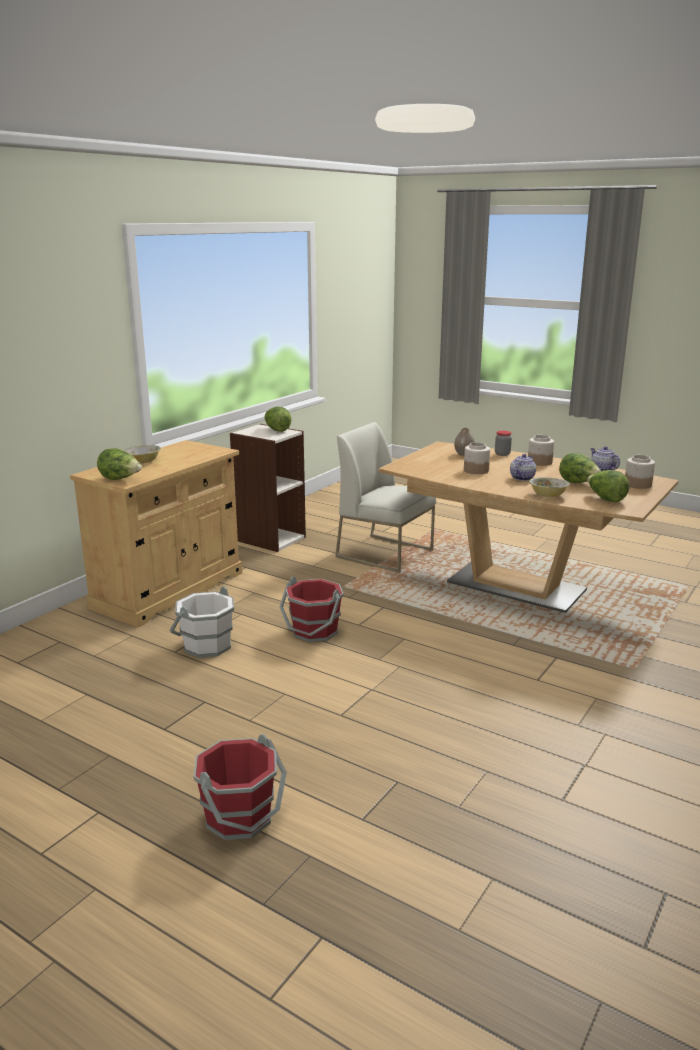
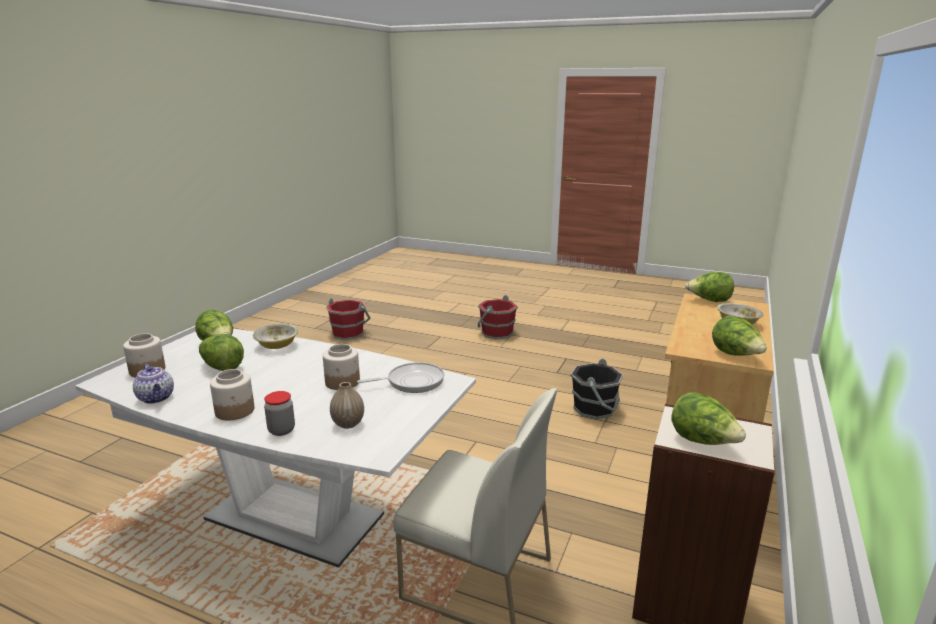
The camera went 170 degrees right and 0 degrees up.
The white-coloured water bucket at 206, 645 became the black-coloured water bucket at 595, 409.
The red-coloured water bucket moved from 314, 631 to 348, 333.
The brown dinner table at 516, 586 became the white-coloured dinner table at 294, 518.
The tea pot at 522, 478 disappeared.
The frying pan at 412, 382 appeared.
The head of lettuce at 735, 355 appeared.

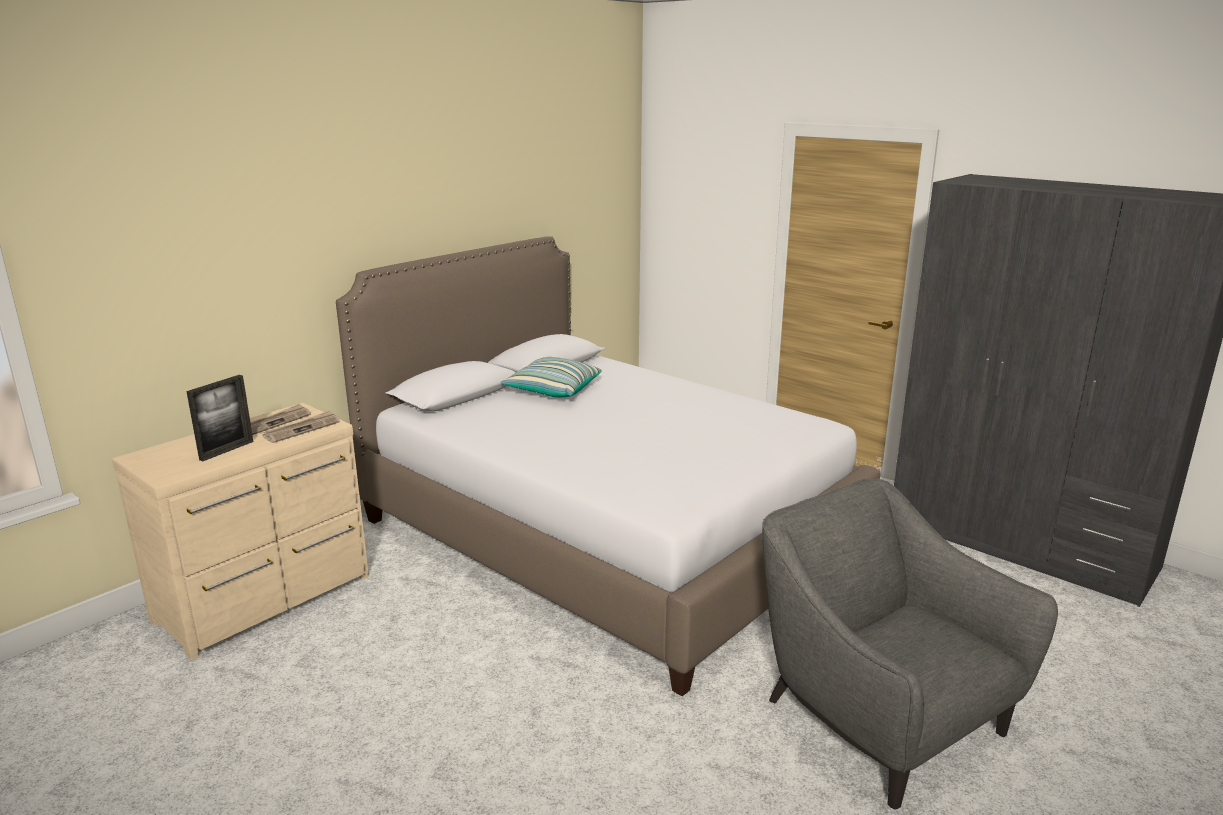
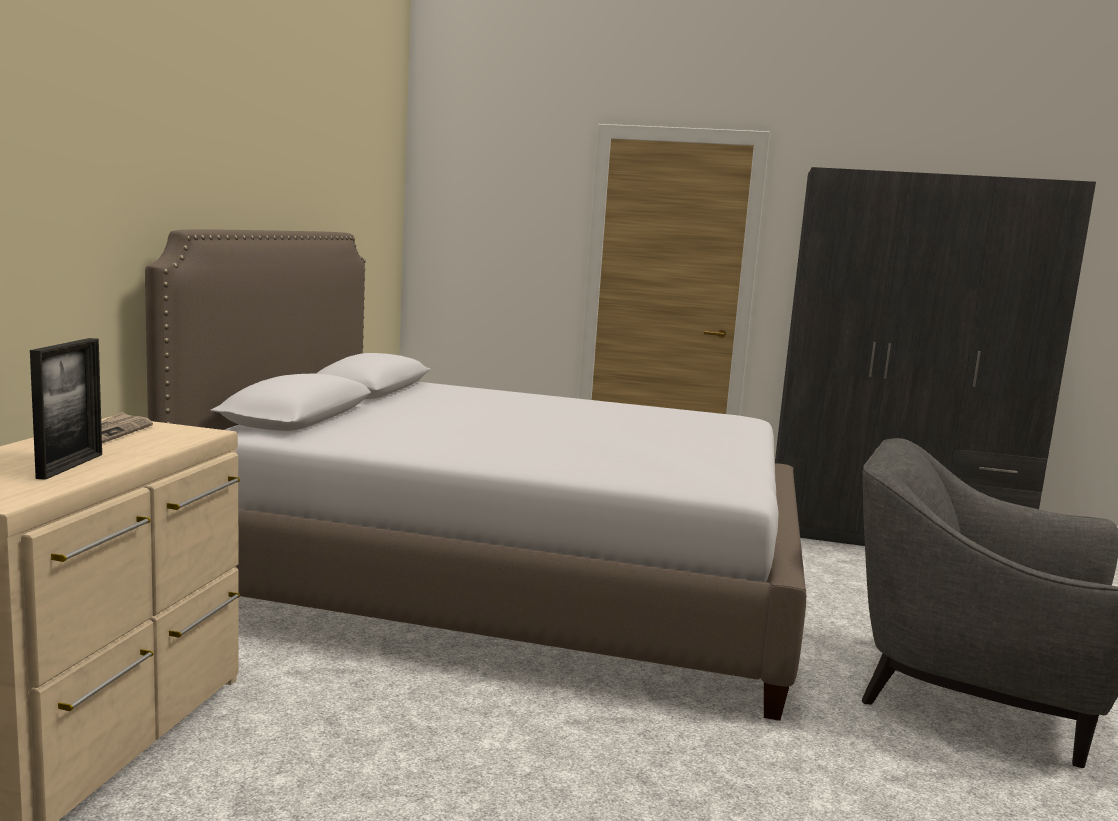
The camera went 30 degrees left and 10 degrees down.
The newspaper at 302, 429 disappeared.
The throw pillow at 552, 391 disappeared.

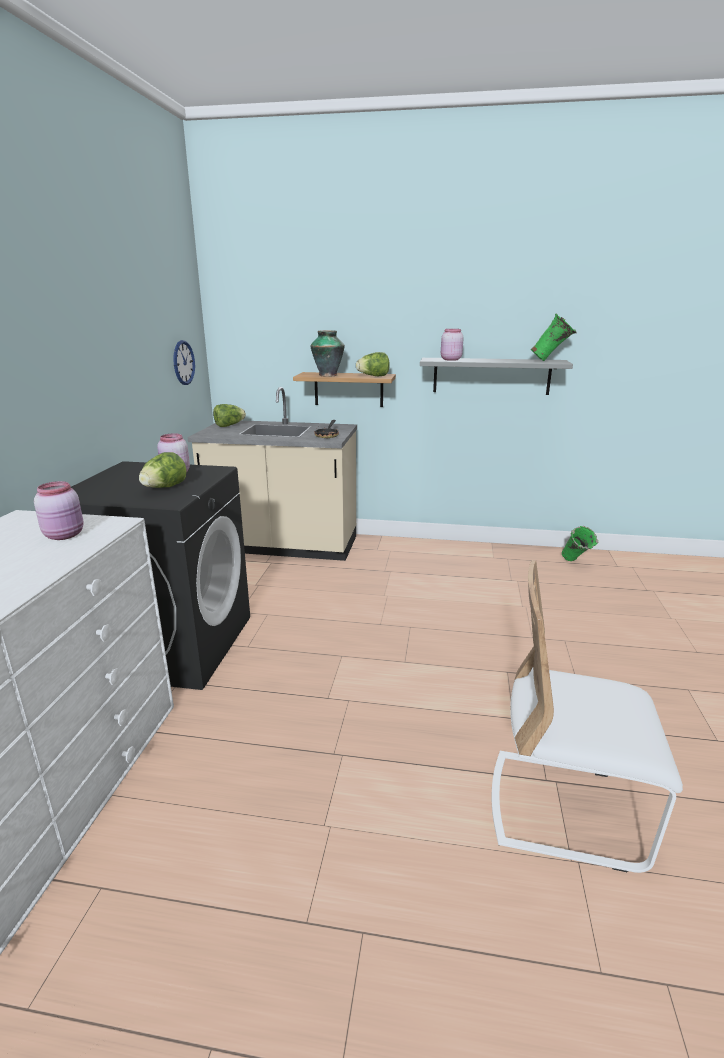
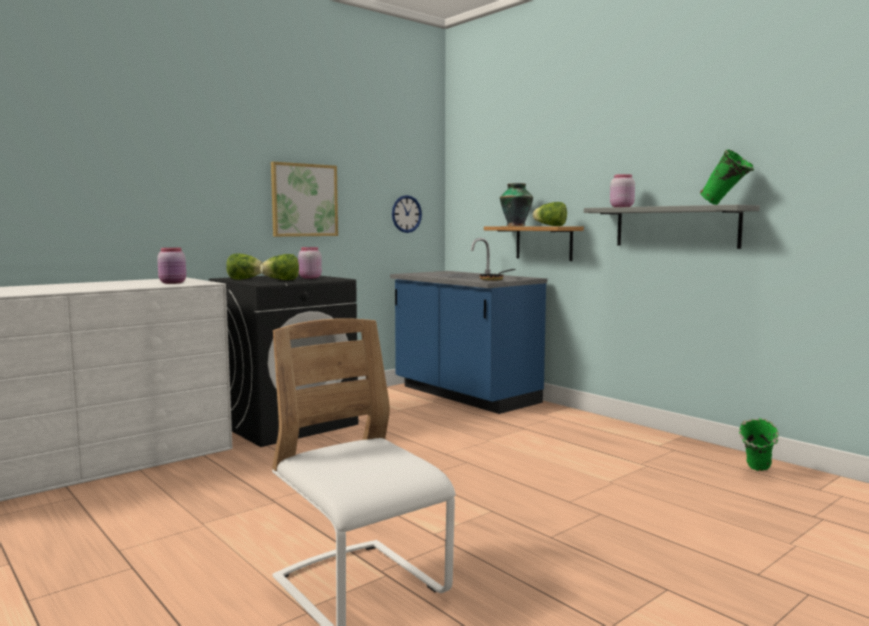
The camera went 40 degrees right and 15 degrees down.
The sand-coloured kitchen base unit at 283, 546 became the blue kitchen base unit at 464, 395.
The head of lettuce moved from 229, 425 to 245, 279.
The wall picture at 304, 200 appeared.

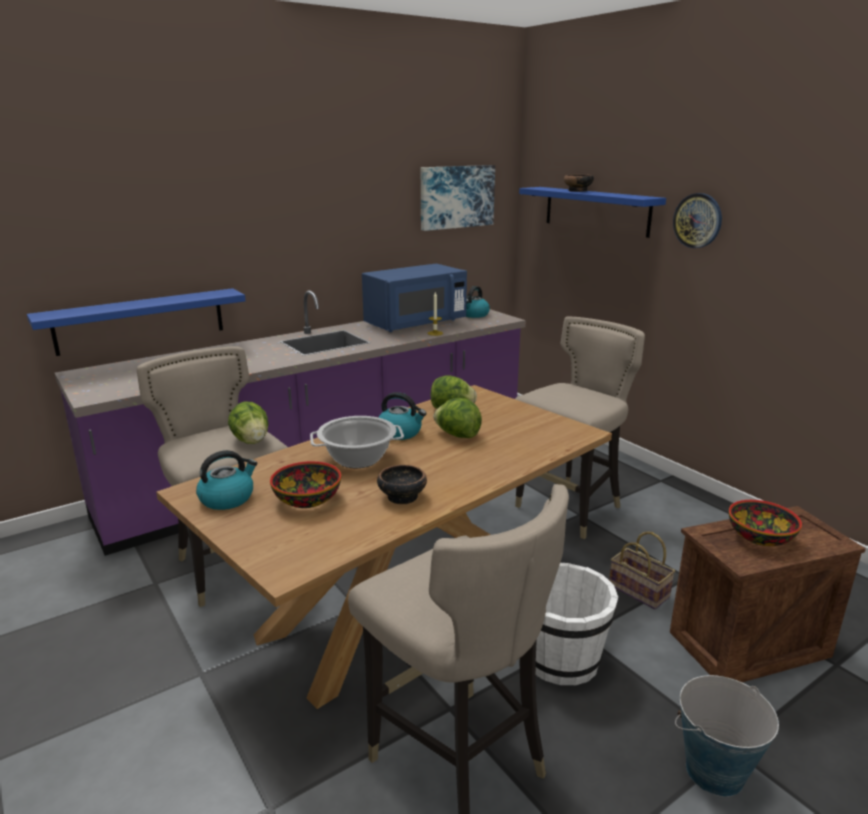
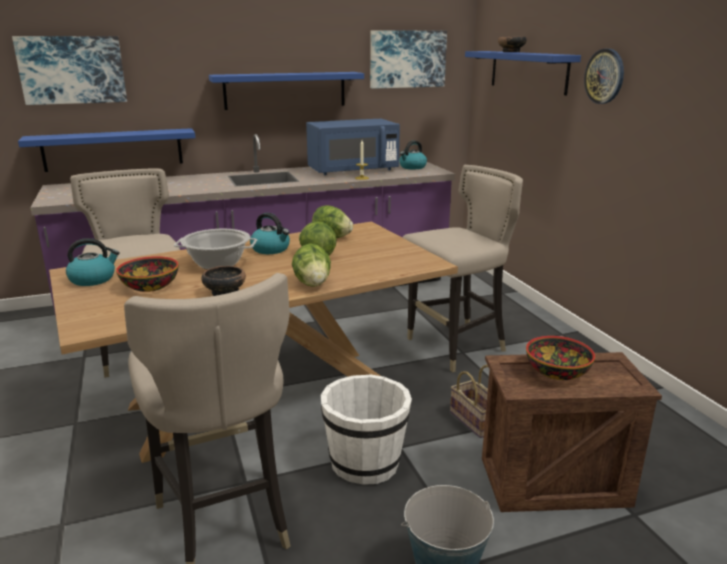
The camera went 15 degrees right and 0 degrees up.
The head of lettuce moved from 251, 441 to 312, 284.
The wall picture at 72, 70 appeared.
The blue bracket shelf at 285, 90 appeared.

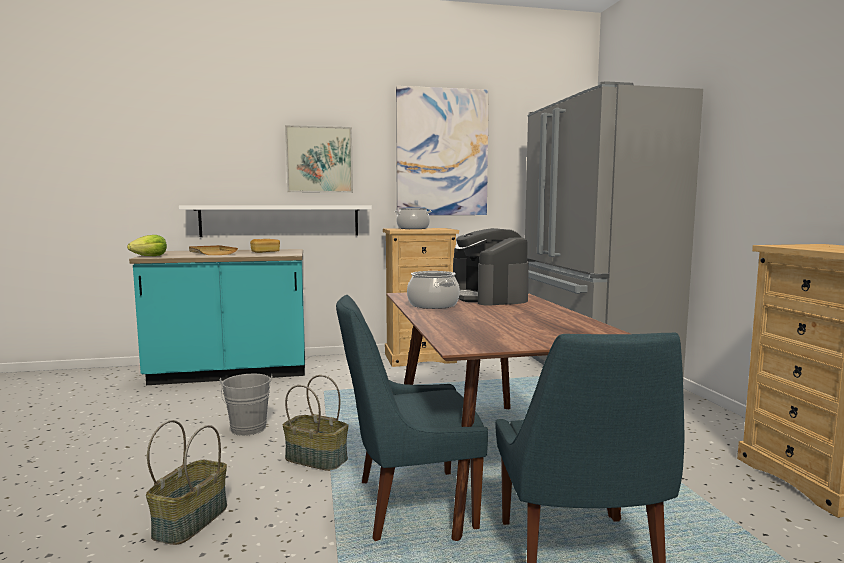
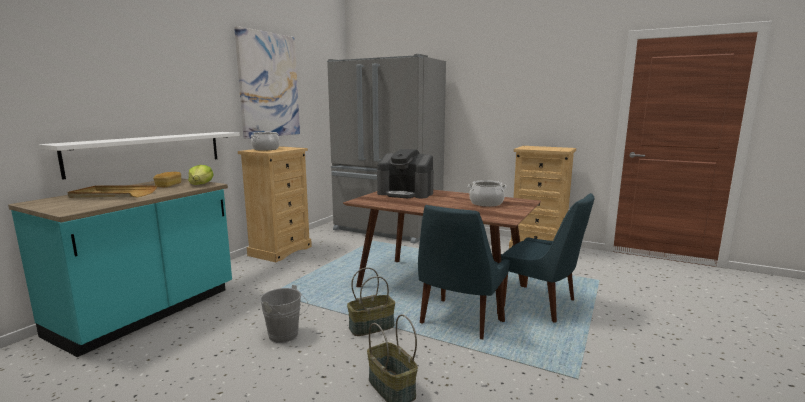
The camera went 50 degrees left and 5 degrees up.
The head of lettuce moved from 149, 256 to 201, 184.
The wall picture at 319, 159 disappeared.
The stockpot moved from 433, 305 to 486, 203.

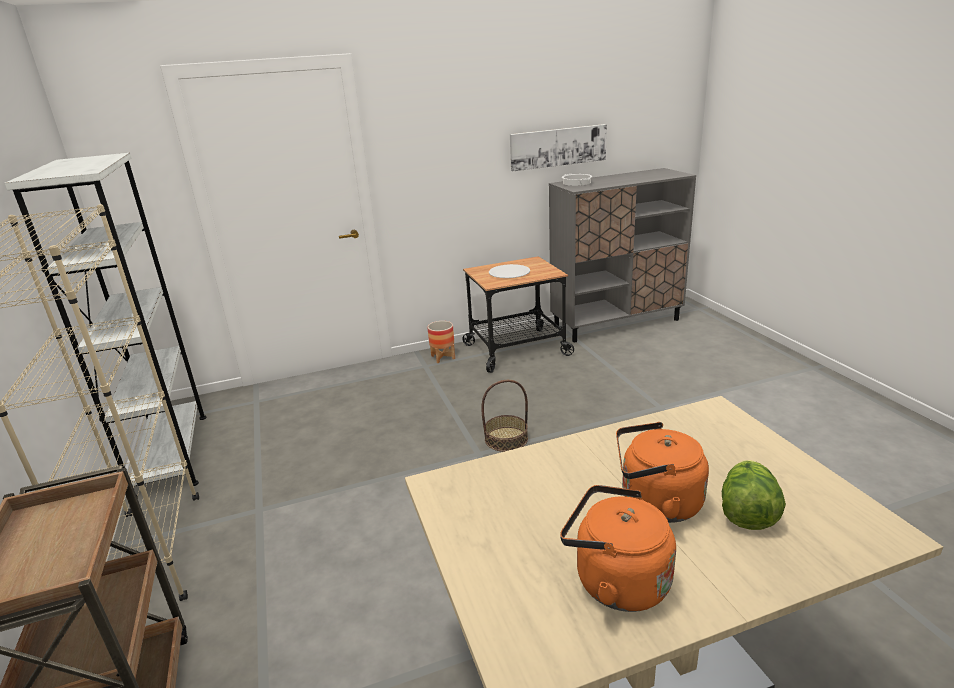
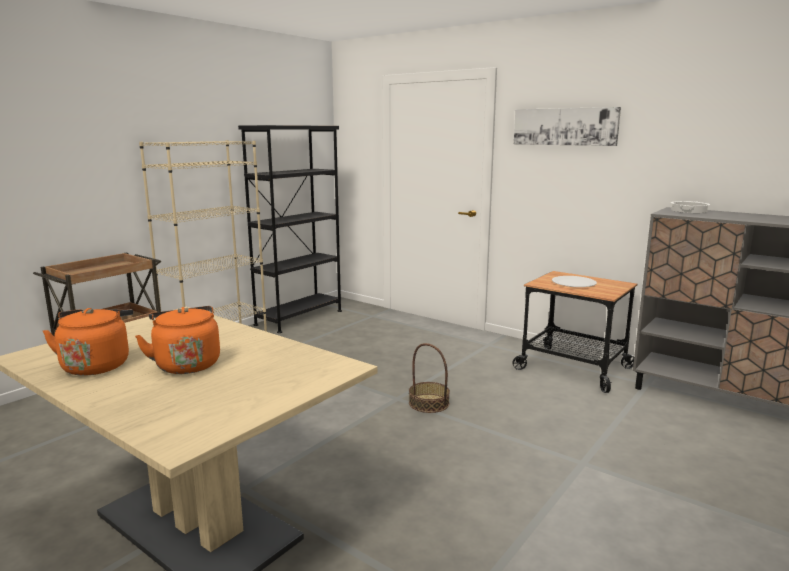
The camera went 55 degrees right and 10 degrees down.
The white-coloured shelving unit at 171, 454 became the black-coloured shelving unit at 299, 317.
The plant pot at 443, 357 disappeared.
The wall picture moved from 558, 147 to 565, 126.
The head of lettuce at 747, 512 disappeared.

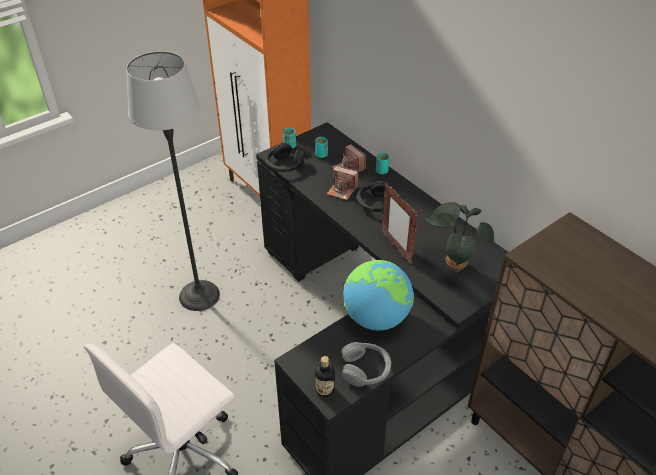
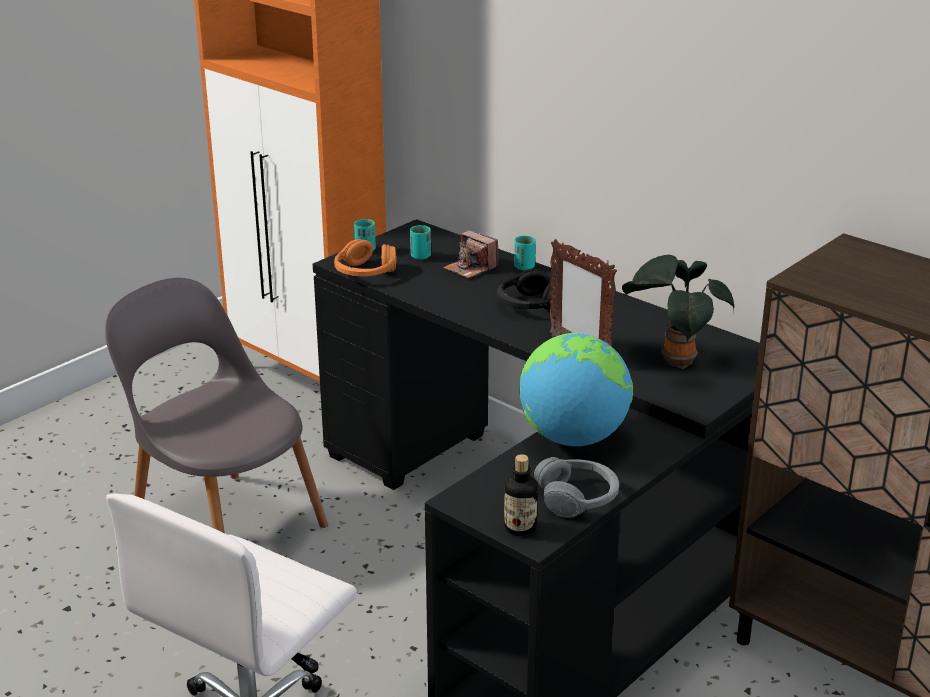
The camera went 10 degrees left and 15 degrees down.
The standard lamp at 199, 295 was replaced by the grey plain chair at 224, 525.
The black-coloured pair of headphones at 284, 165 became the orangey pair of headphones at 365, 272.
The still camera at 342, 190 disappeared.

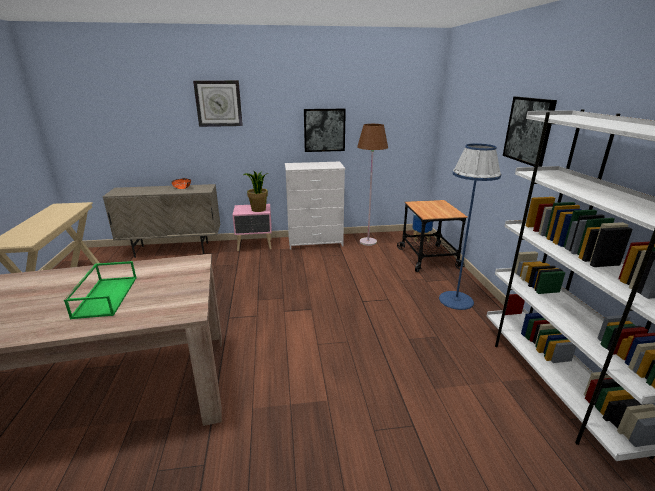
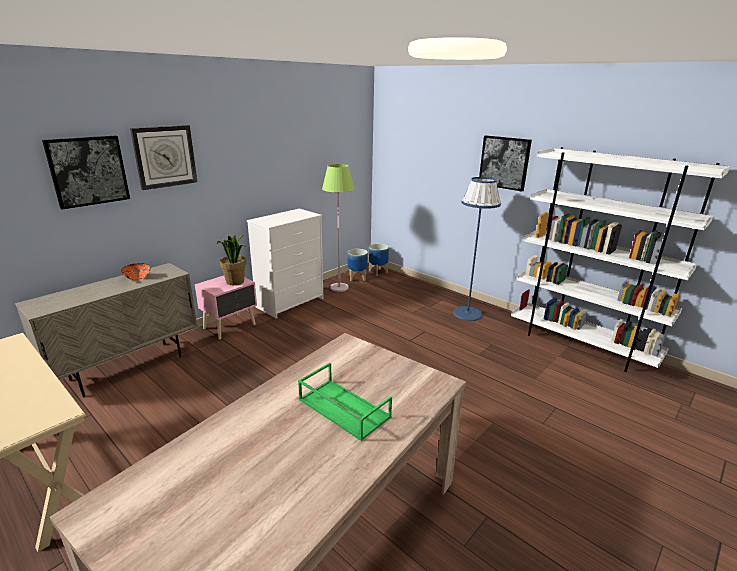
The camera went 40 degrees left and 0 degrees up.
The wall picture moved from 324, 130 to 88, 171.
The brown standard lamp at 368, 242 became the green-coloured standard lamp at 339, 287.
The cart at 429, 258 disappeared.
The plant pot at 357, 278 appeared.

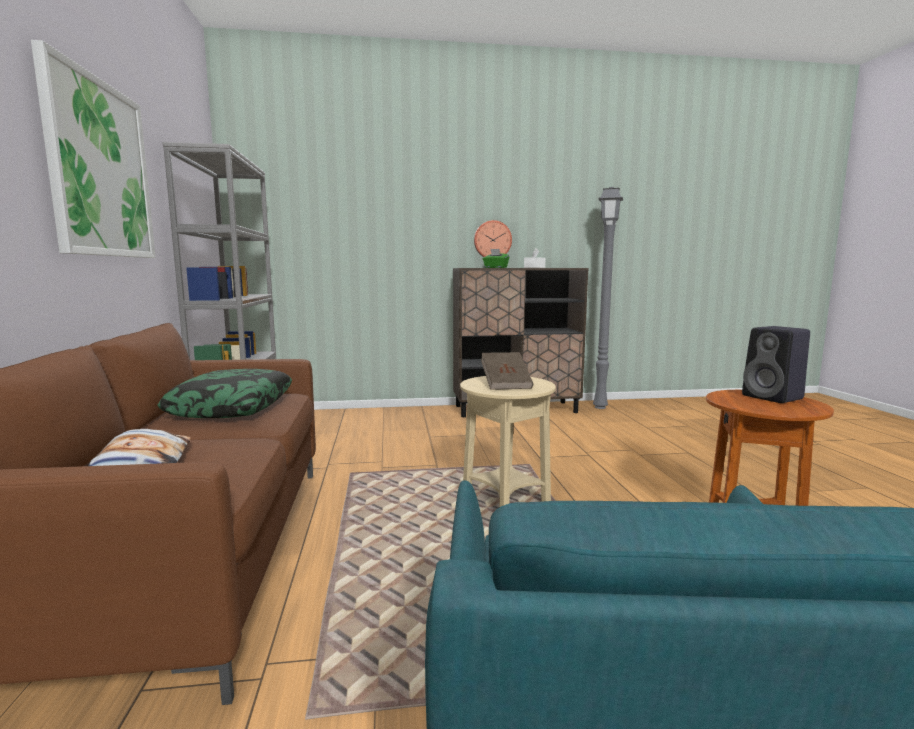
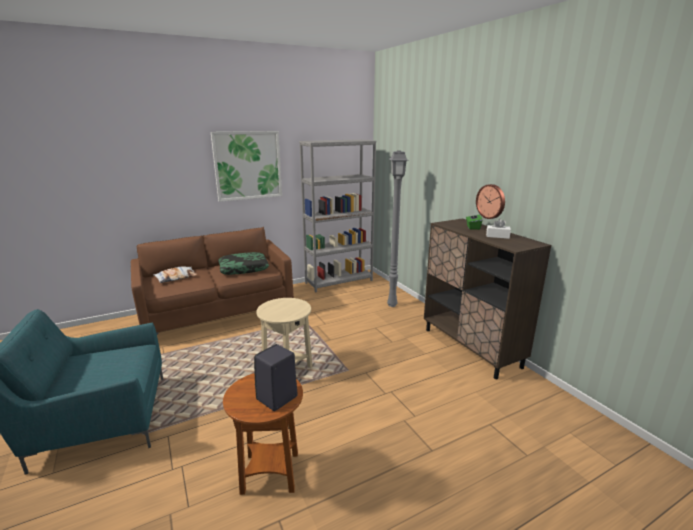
The camera went 70 degrees right and 10 degrees up.
The brown bound book at 506, 384 disappeared.
The grey standard lamp moved from 599, 407 to 391, 304.

